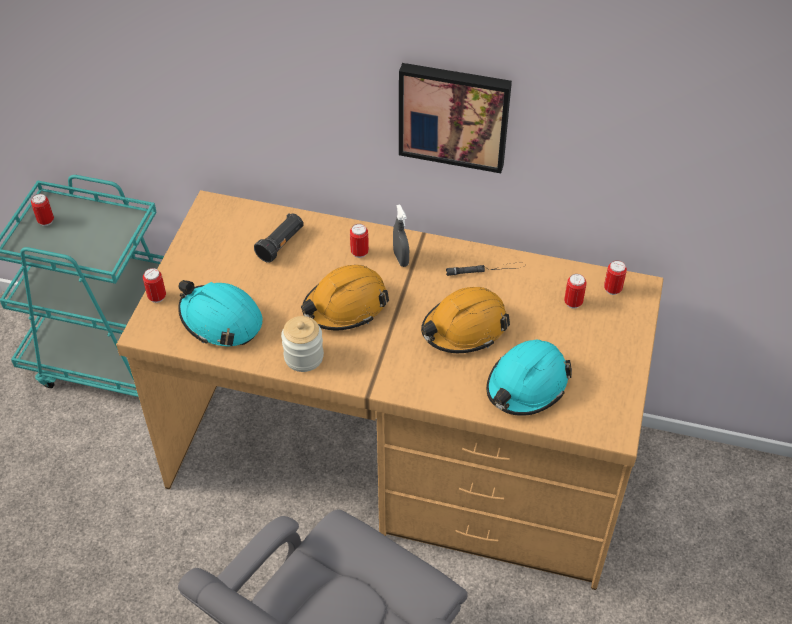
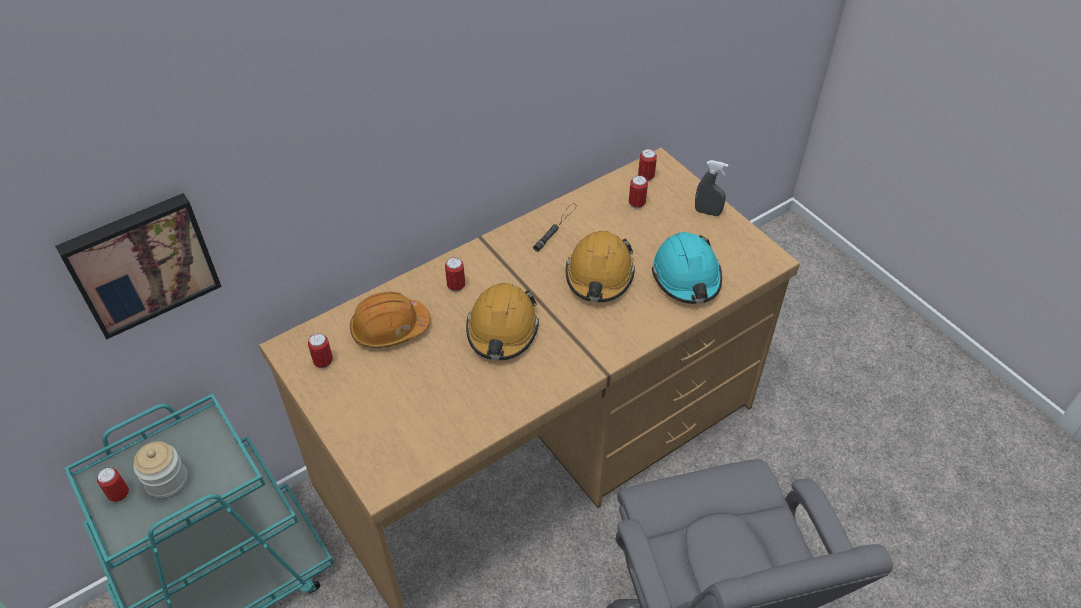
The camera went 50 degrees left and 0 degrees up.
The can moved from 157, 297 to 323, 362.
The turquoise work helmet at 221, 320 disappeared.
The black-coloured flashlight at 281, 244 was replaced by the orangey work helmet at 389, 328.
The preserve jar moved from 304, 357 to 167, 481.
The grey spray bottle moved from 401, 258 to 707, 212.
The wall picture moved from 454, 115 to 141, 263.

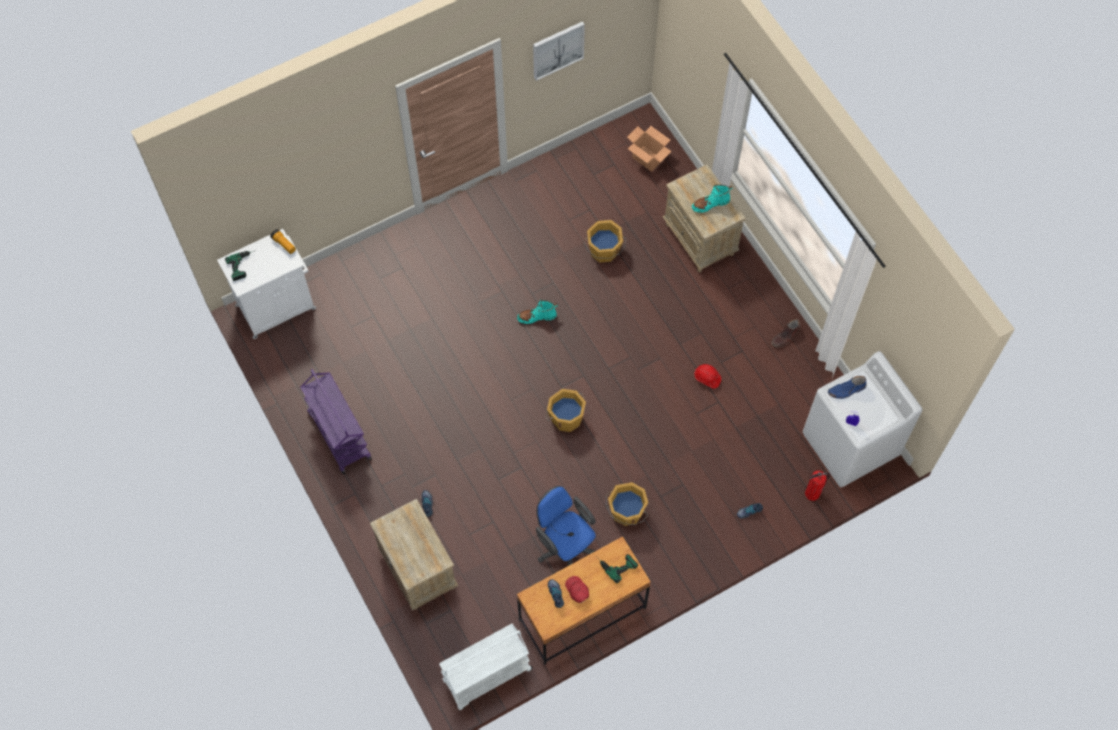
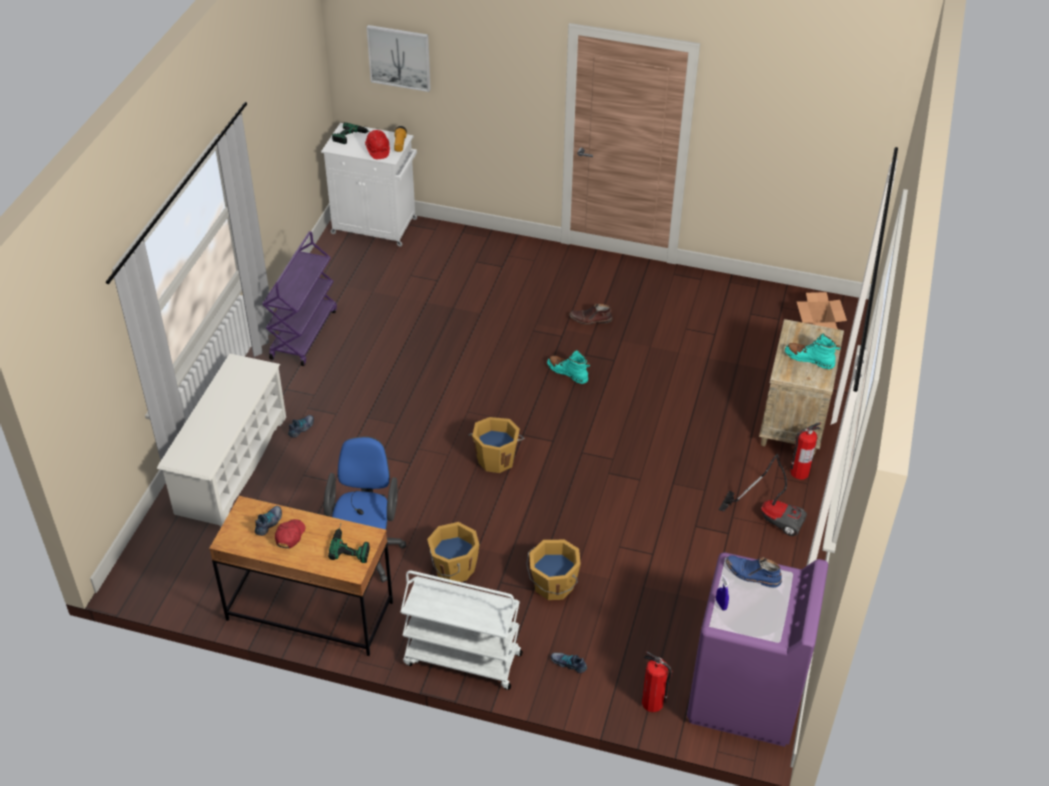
The camera went 45 degrees right and 20 degrees down.
The sand-coloured bedside table at 417, 568 was replaced by the white-coloured shoe rack at 231, 464.
The white-coloured cart moved from 487, 676 to 462, 659.
The wall picture moved from 557, 49 to 399, 57.
The orangey water bucket moved from 604, 251 to 553, 585.
The red-coloured work helmet moved from 707, 378 to 377, 150.
The brown tall boot moved from 785, 336 to 590, 319.
The white-coloured laundry appliance at 850, 445 became the purplish laundry appliance at 745, 695.
The vacuum at 770, 516 appeared.
The fire-fighting cylinder at 799, 472 appeared.

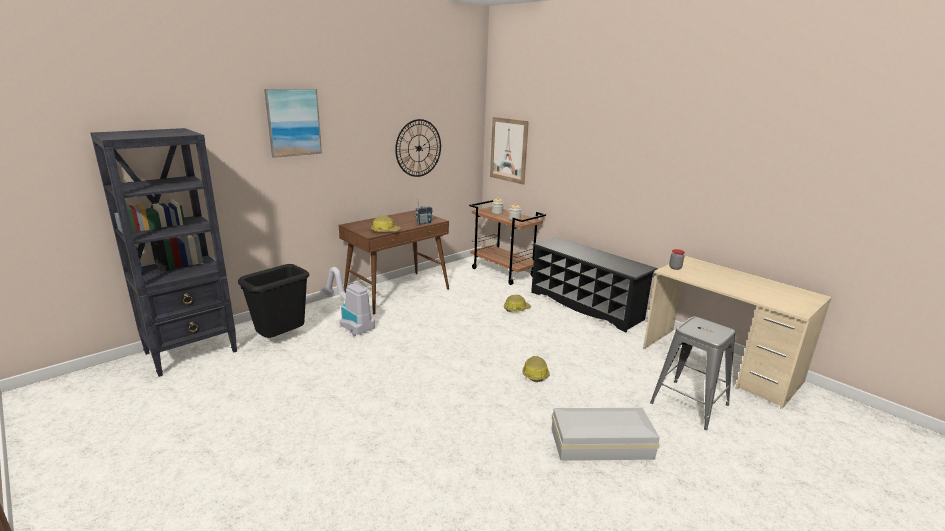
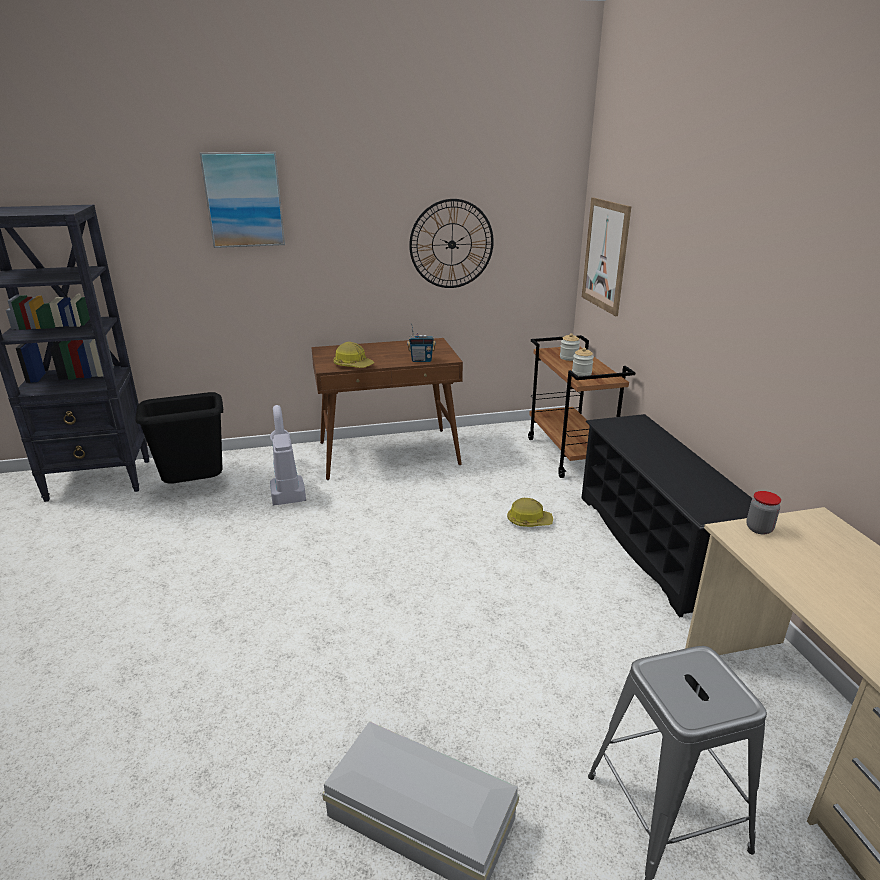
The camera went 30 degrees right and 5 degrees up.
The work helmet at 535, 373 disappeared.

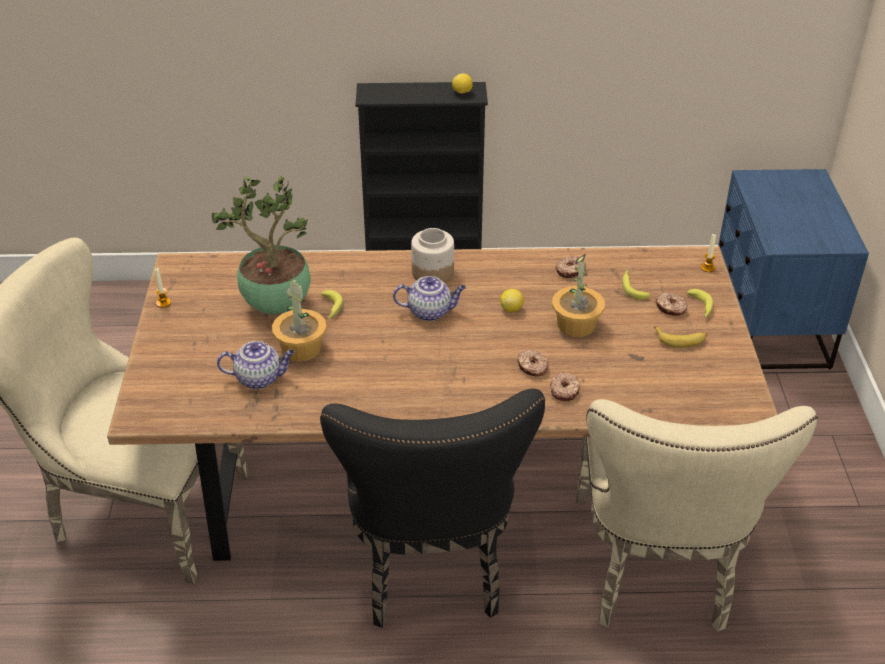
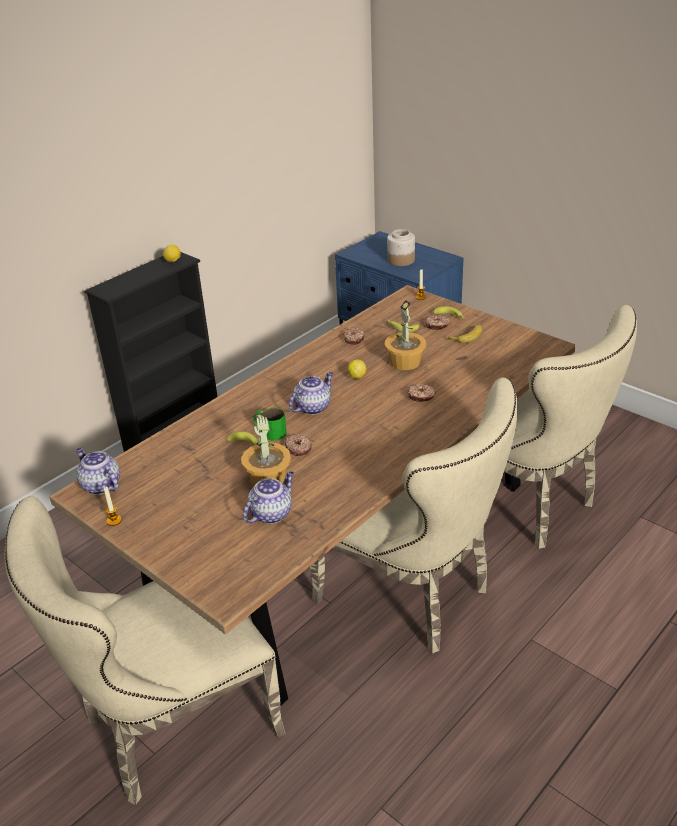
The camera went 45 degrees left and 5 degrees down.
The houseplant at 275, 306 disappeared.
The black-coloured plain chair at 430, 566 became the sand-coloured plain chair at 413, 595.
The preserve jar moved from 432, 273 to 401, 260.
The ring doughnut moved from 565, 391 to 298, 448.
The tea pot at 100, 485 appeared.
The green-coloured coffee mug at 269, 431 appeared.

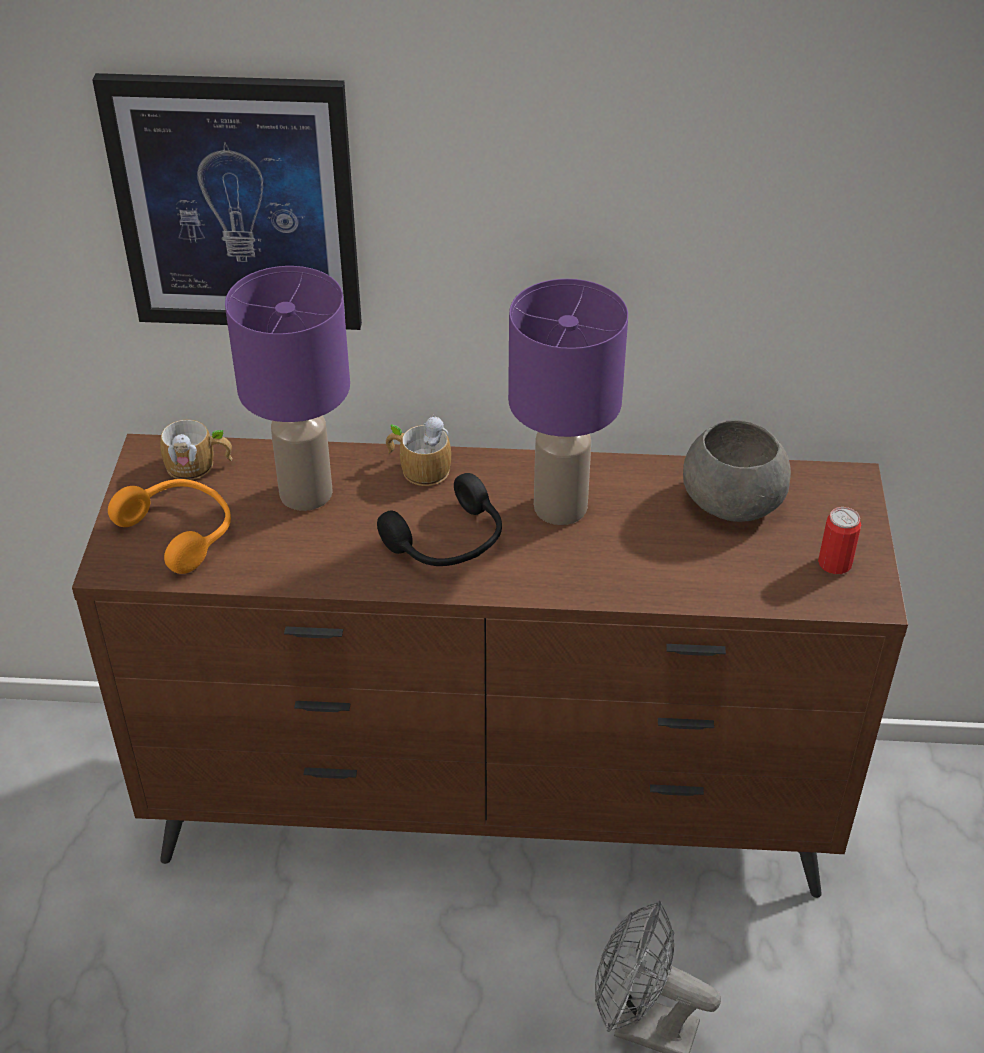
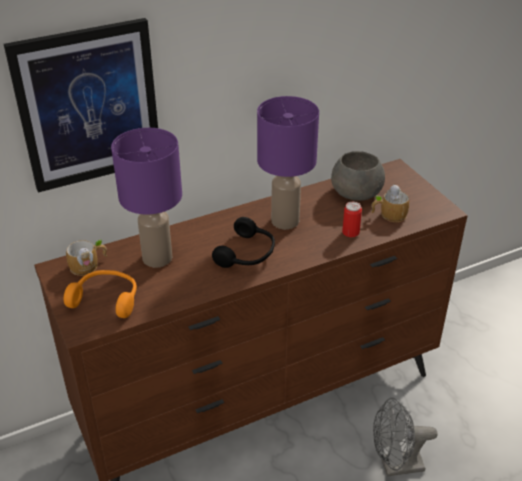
The camera went 30 degrees left and 5 degrees down.
The coffee mug moved from 418, 467 to 388, 214.
The can moved from 834, 563 to 350, 232.

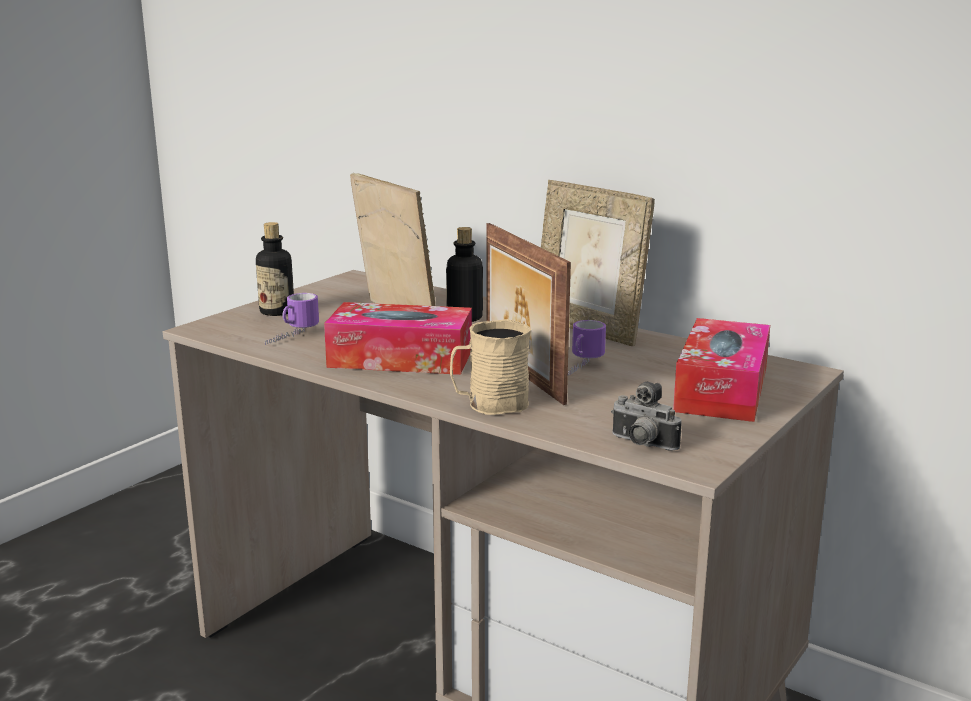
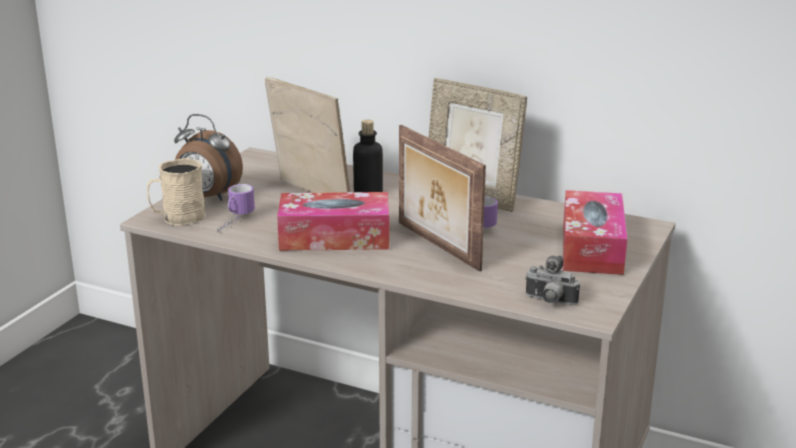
The camera went 10 degrees left and 5 degrees up.
The beverage bottle at 277, 311 was replaced by the table clock at 208, 197.
The sand-coloured coffee mug moved from 489, 404 to 178, 218.

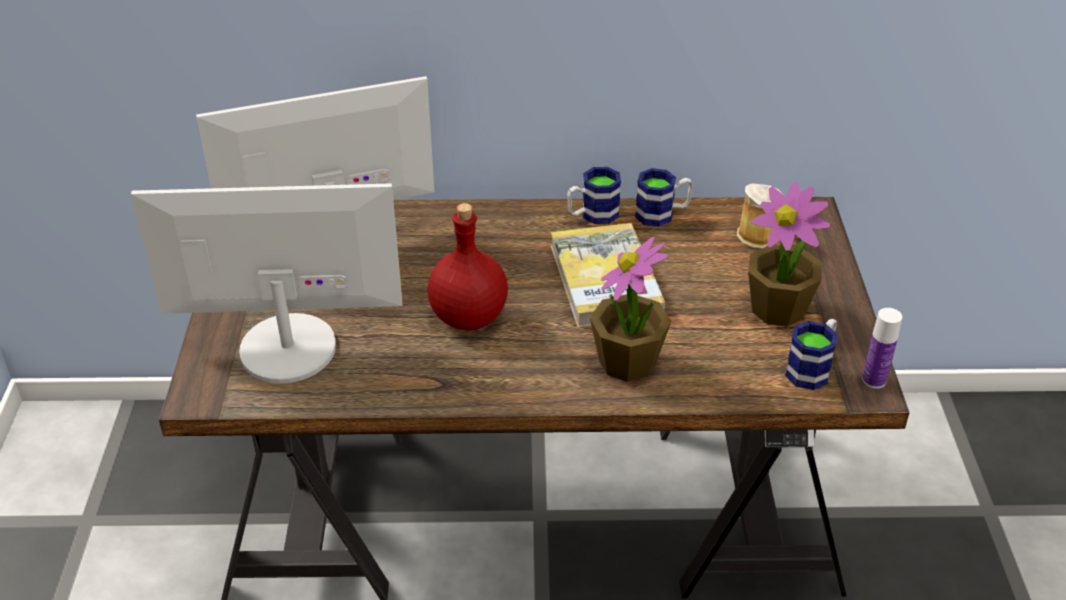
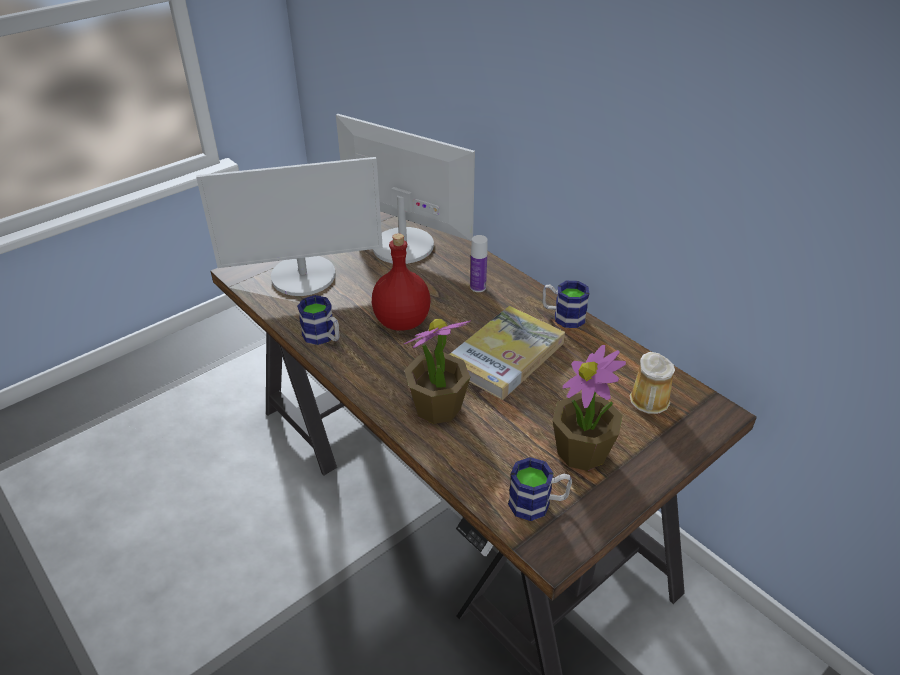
The camera went 50 degrees right and 0 degrees up.
The computer screen at 287, 348 turned 120 degrees clockwise.
The coffee mug moved from 662, 214 to 323, 337.
The beverage bottle moved from 874, 380 to 478, 287.

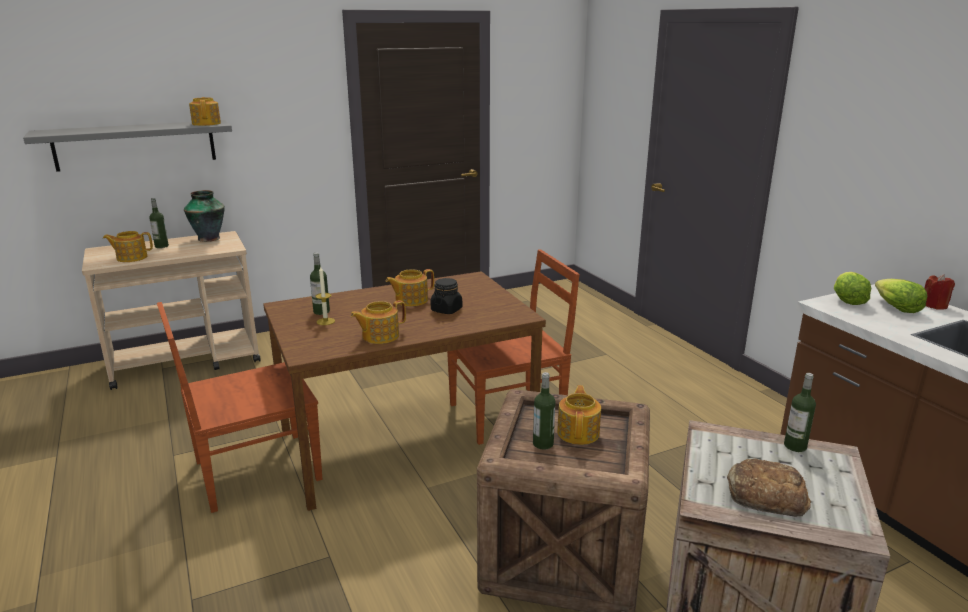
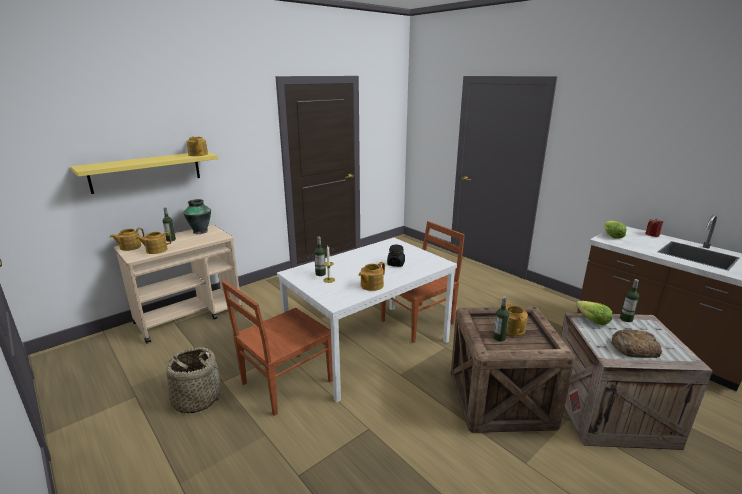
The camera went 15 degrees left and 0 degrees up.
The grey bracket shelf at 135, 145 became the yellow-coloured bracket shelf at 146, 171.
The brown dinner table at 407, 439 became the white-coloured dinner table at 369, 346.
The tea pot moved from 410, 300 to 130, 247.
The head of lettuce moved from 895, 308 to 592, 320.
The storage basket at 196, 399 appeared.

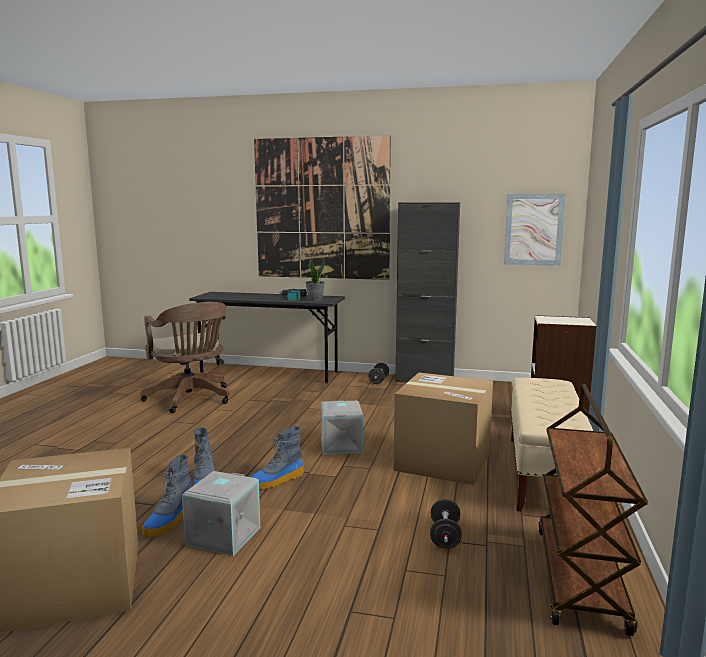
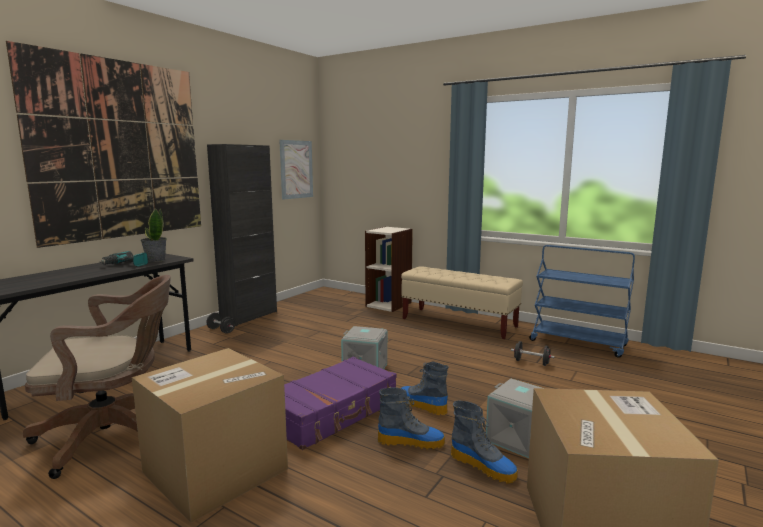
The camera went 70 degrees left and 0 degrees up.
The tall boot at 276, 481 turned 150 degrees clockwise.
The carton moved from 443, 461 to 215, 470.
The brown cart at 581, 579 became the blue cart at 578, 343.
The purplish piece of luggage at 332, 413 appeared.

